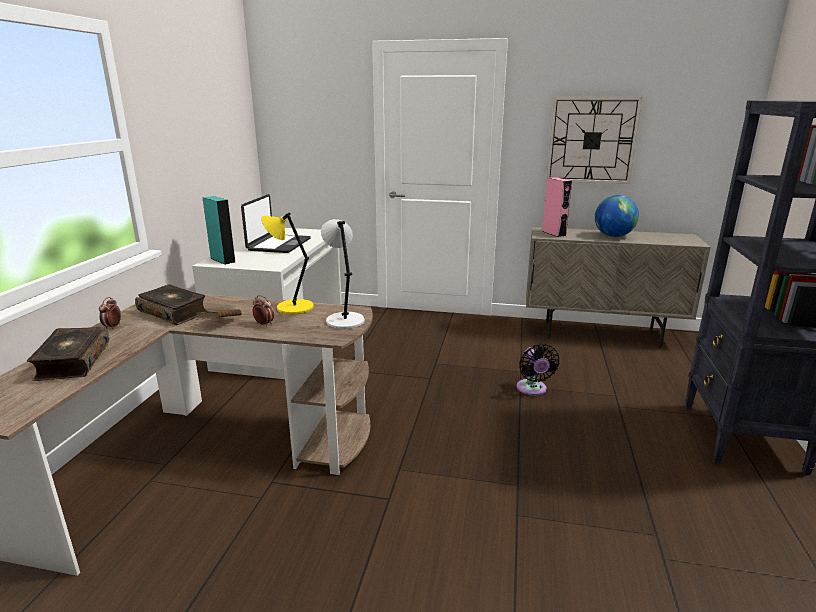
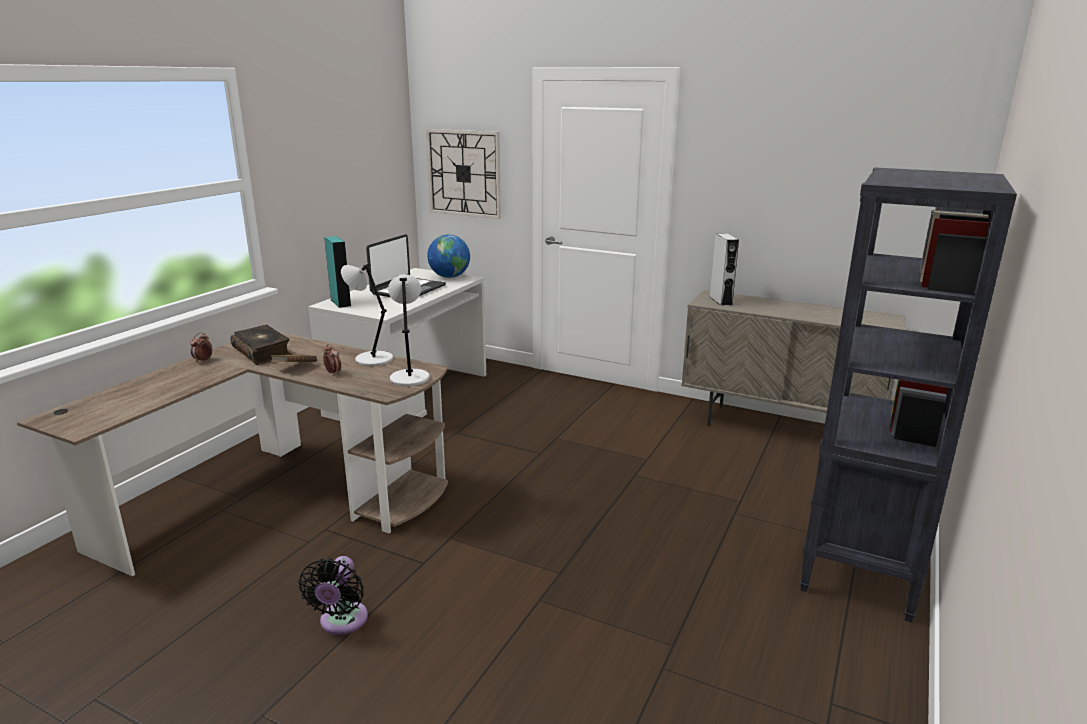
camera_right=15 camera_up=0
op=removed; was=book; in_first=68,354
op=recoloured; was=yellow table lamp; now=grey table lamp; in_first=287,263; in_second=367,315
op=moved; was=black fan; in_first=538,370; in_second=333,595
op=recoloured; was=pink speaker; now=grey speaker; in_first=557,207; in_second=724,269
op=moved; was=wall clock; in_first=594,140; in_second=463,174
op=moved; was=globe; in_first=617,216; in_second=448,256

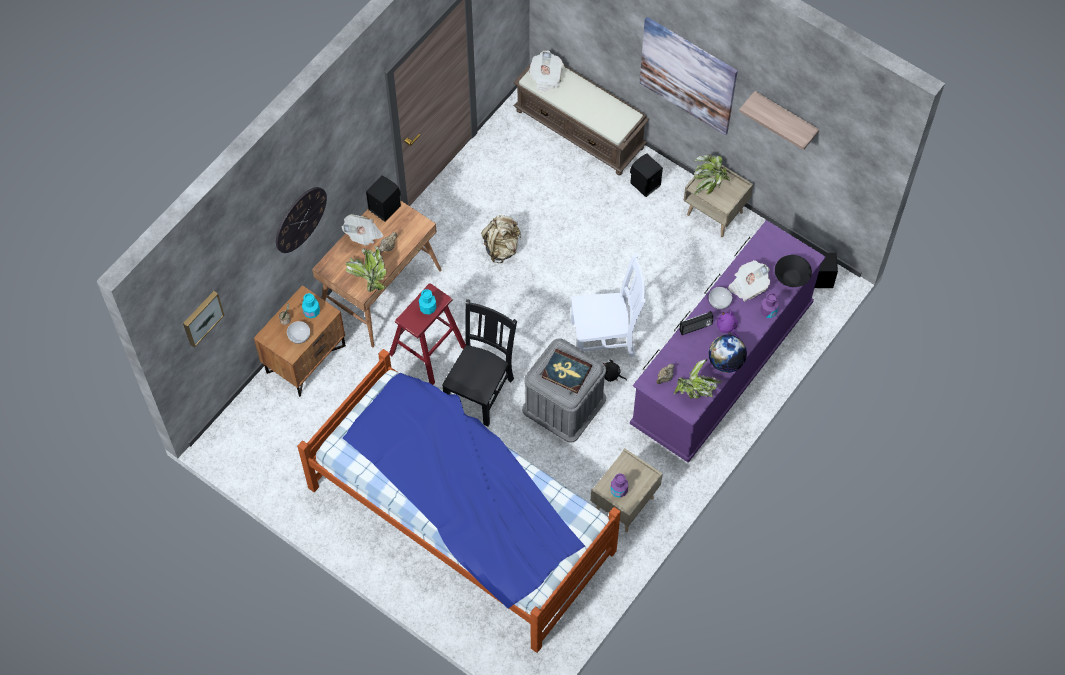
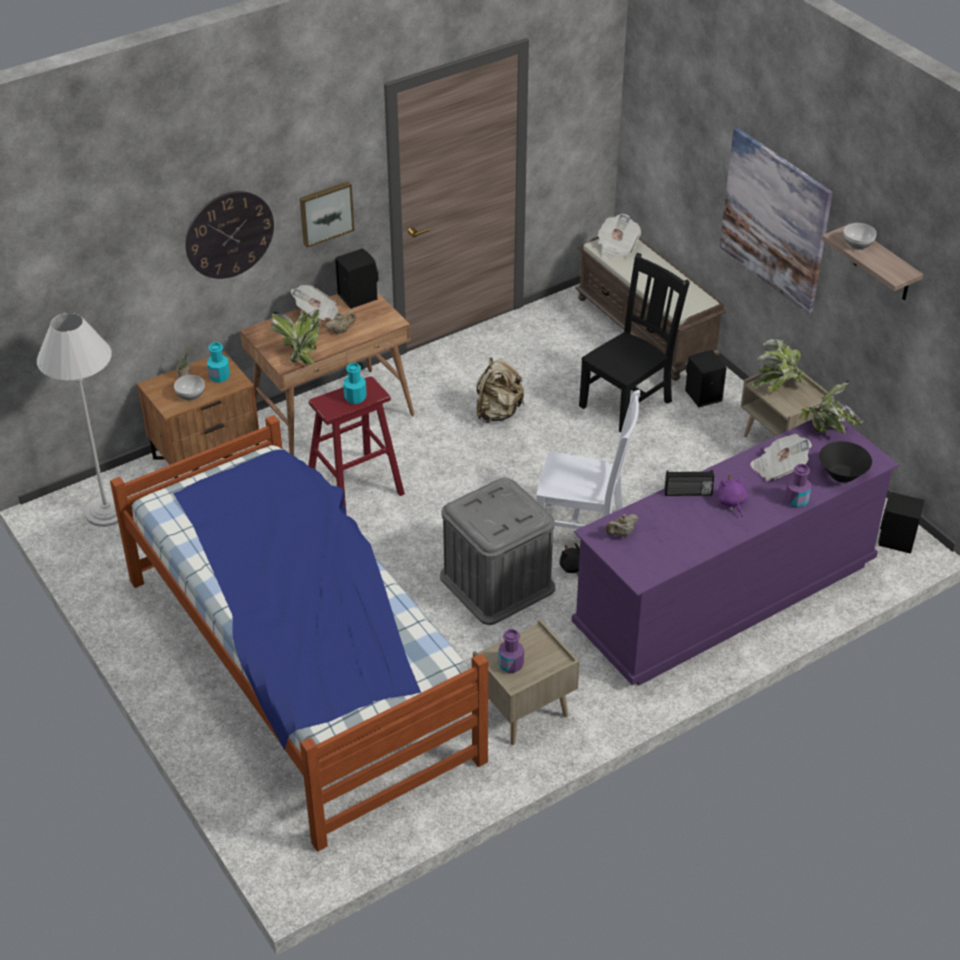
camera_right=20 camera_up=-20
op=moved; was=picture; in_first=204,319; in_second=327,215
op=moved; was=black chair; in_first=479,362; in_second=634,343
op=removed; was=book; in_first=567,371
op=moved; was=potted plant; in_first=697,379; in_second=828,407
op=moved; was=bowl; in_first=720,298; in_second=860,236
op=removed; was=globe; in_first=728,354
op=added; now=white floor lamp; in_second=77,419

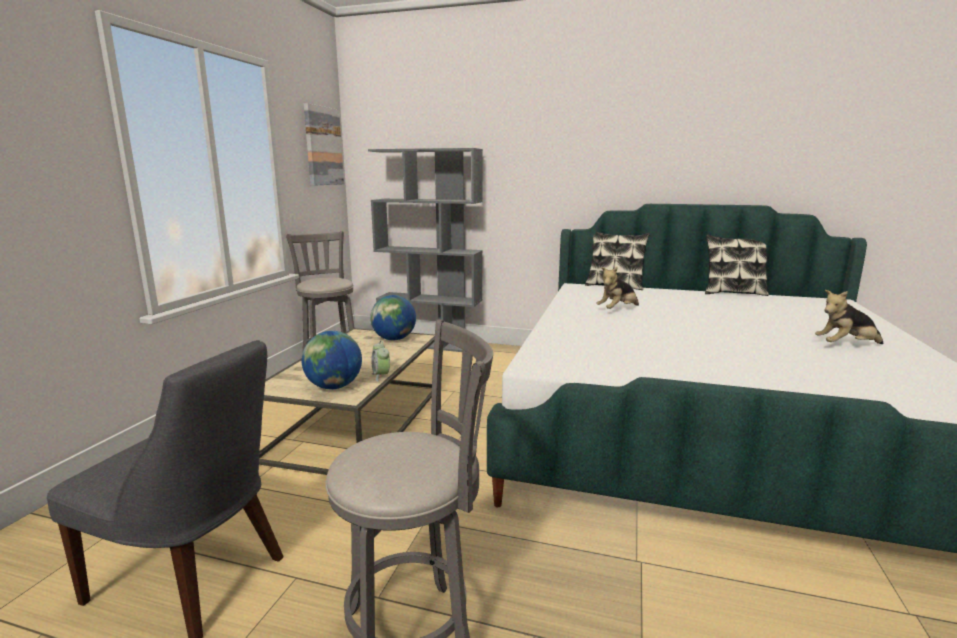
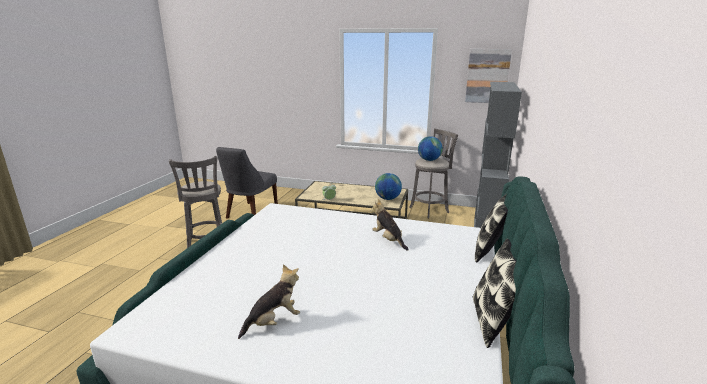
camera_right=90 camera_up=5
op=moved; was=globe; in_first=332,360; in_second=430,148
op=turned; was=plush toy; in_first=849,317; in_second=269,301; clockwise=60

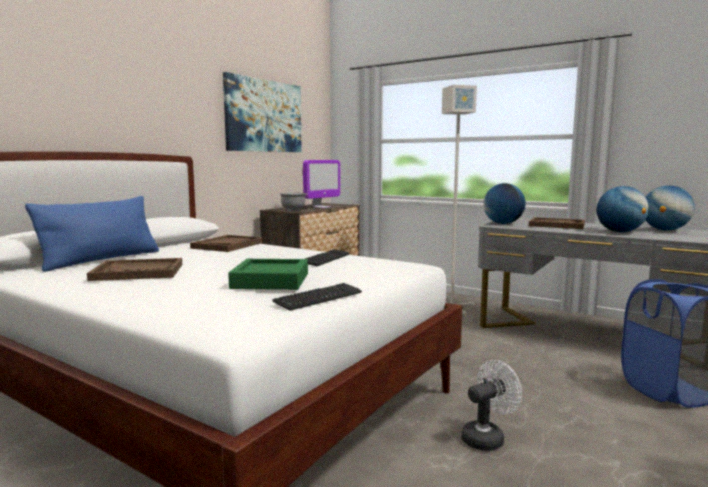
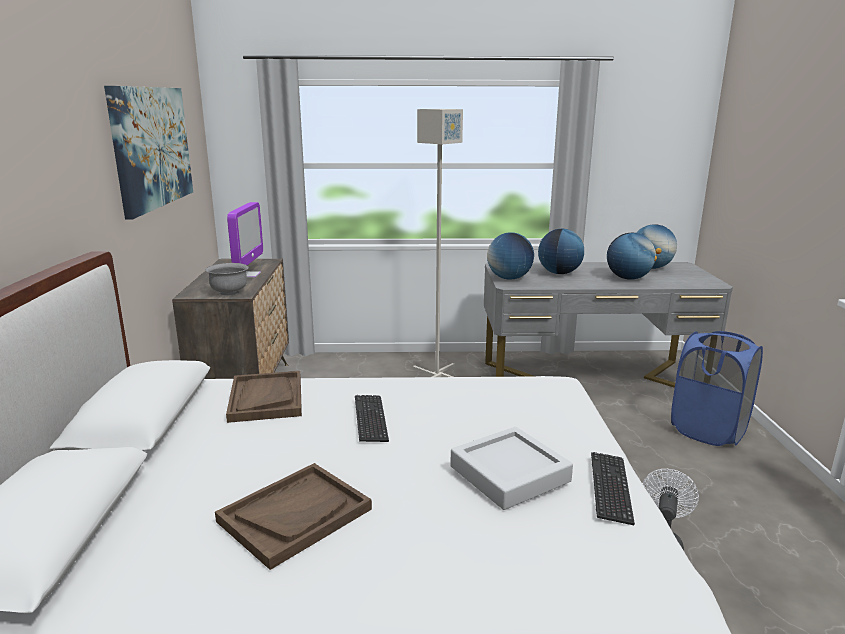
camera_right=-35 camera_up=10
op=removed; was=blue pillow; in_first=92,234
op=recoloured; was=green tray; now=grey tray; in_first=268,274; in_second=511,468
op=moved; was=keyboard; in_first=327,257; in_second=372,418
op=replaced; was=brown tray; now=globe; in_first=557,223; in_second=561,251

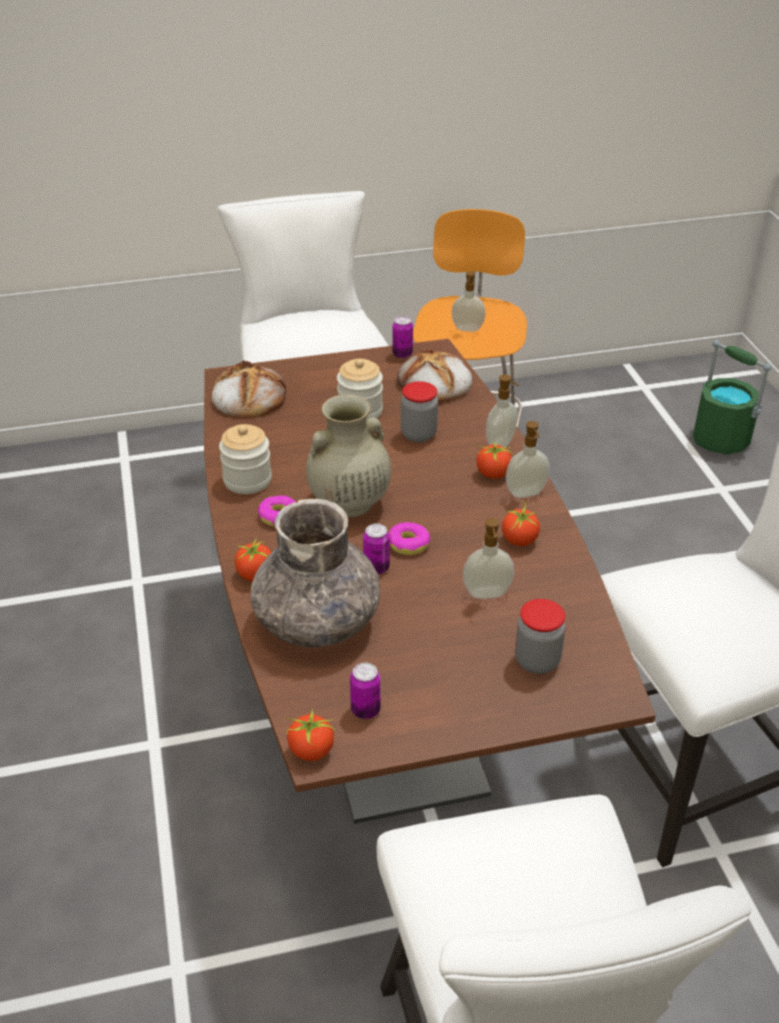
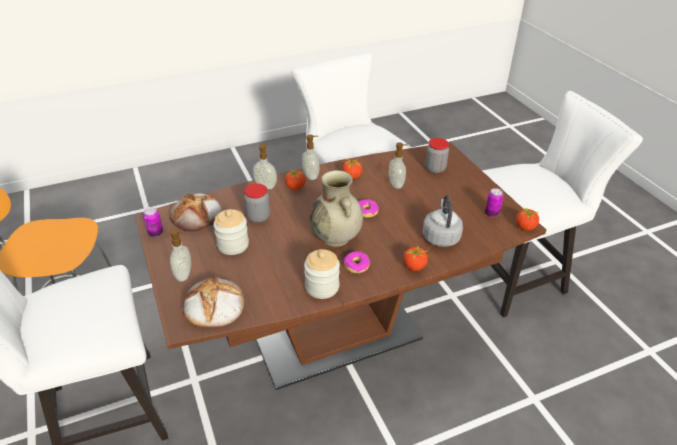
camera_right=-100 camera_up=0
op=replaced; was=grey vase; now=grey kettle; in_first=315,573; in_second=443,221
op=removed; was=can; in_first=376,548
op=moved; was=soap dispenser; in_first=469,301; in_second=180,255
op=removed; was=green bucket; in_first=732,397

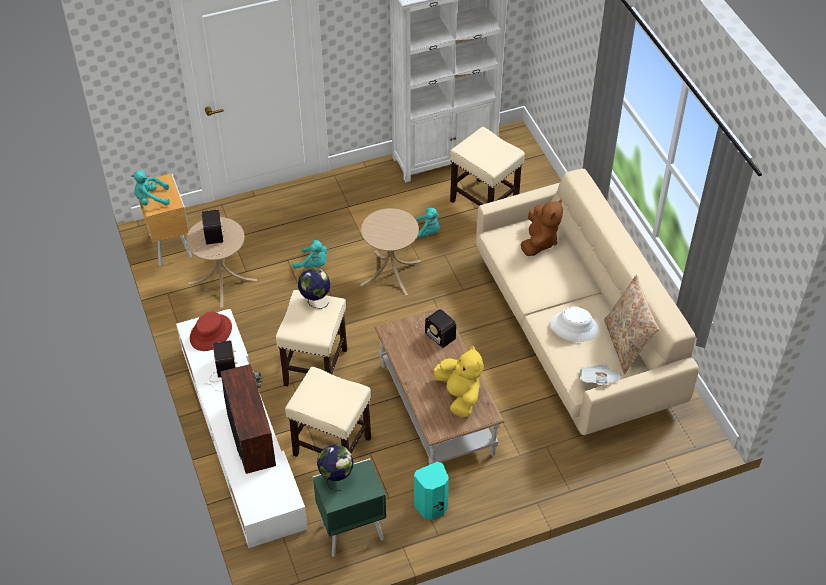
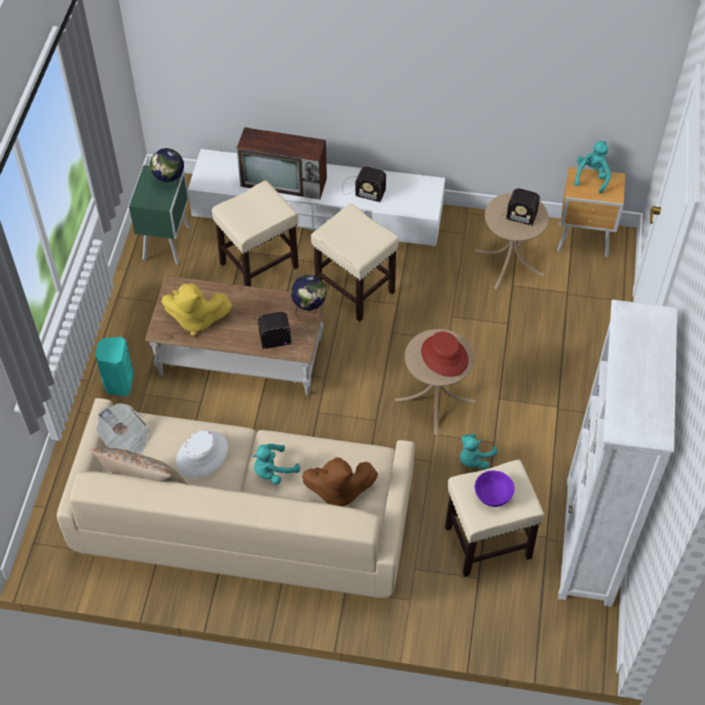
camera_right=120 camera_up=5
op=moved; was=red hat; in_first=211,331; in_second=445,354
op=moved; was=turquoise plush toy; in_first=309,254; in_second=276,464
op=moved; was=globe; in_first=314,288; in_second=308,296
op=moved; was=turquoise speaker; in_first=431,491; in_second=114,367
op=turned; was=brown plush toy; in_first=542,227; in_second=340,481; clockwise=-45
op=added; now=purple bowl; in_second=495,488

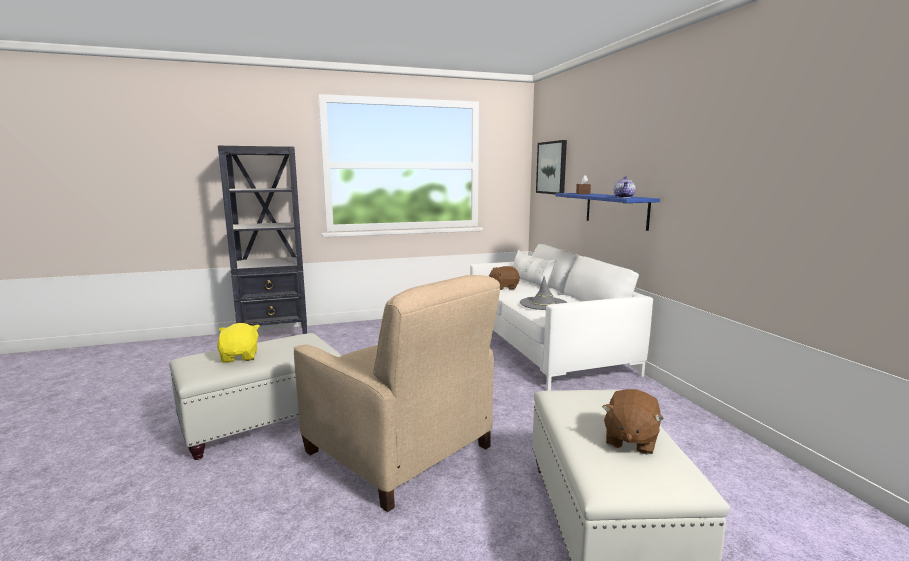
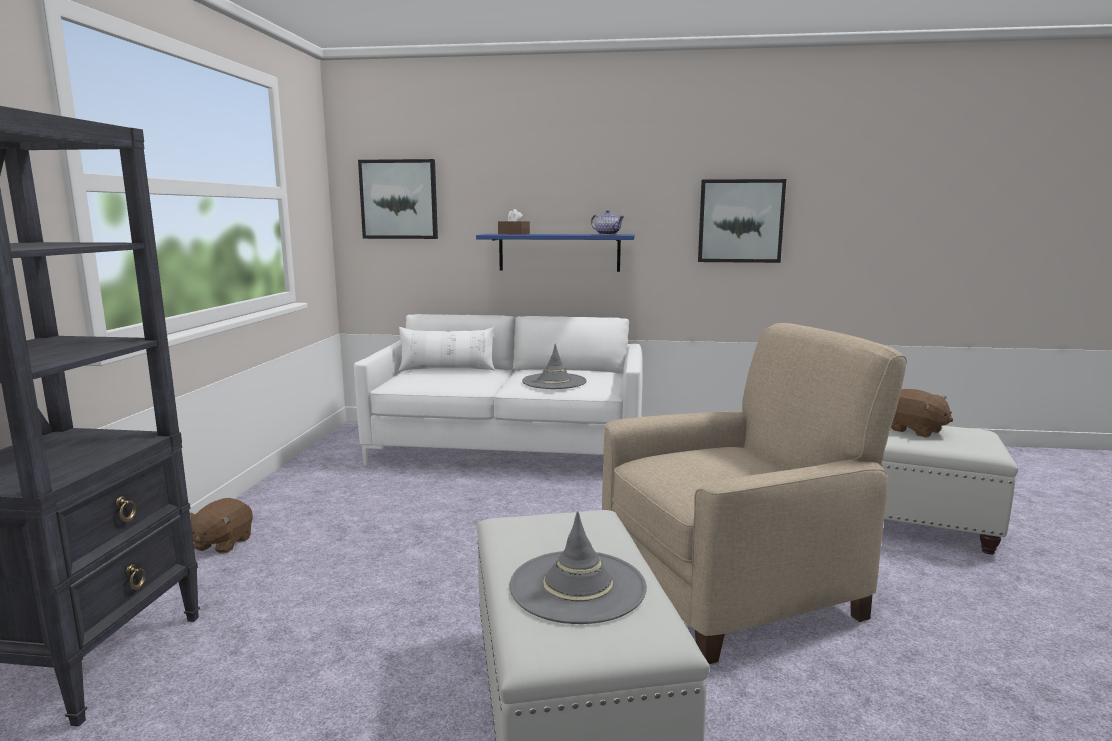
camera_right=-65 camera_up=0
op=replaced; was=yellow plush toy; now=grey hat; in_first=238,343; in_second=578,567
op=moved; was=brown plush toy; in_first=504,278; in_second=221,526
op=added; now=picture; in_second=742,221

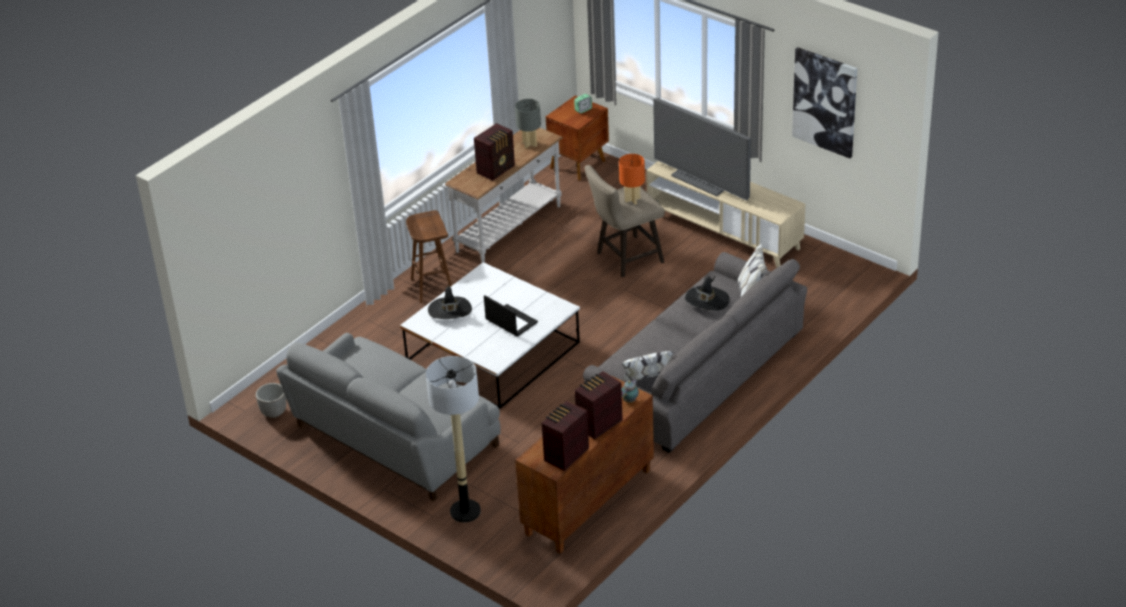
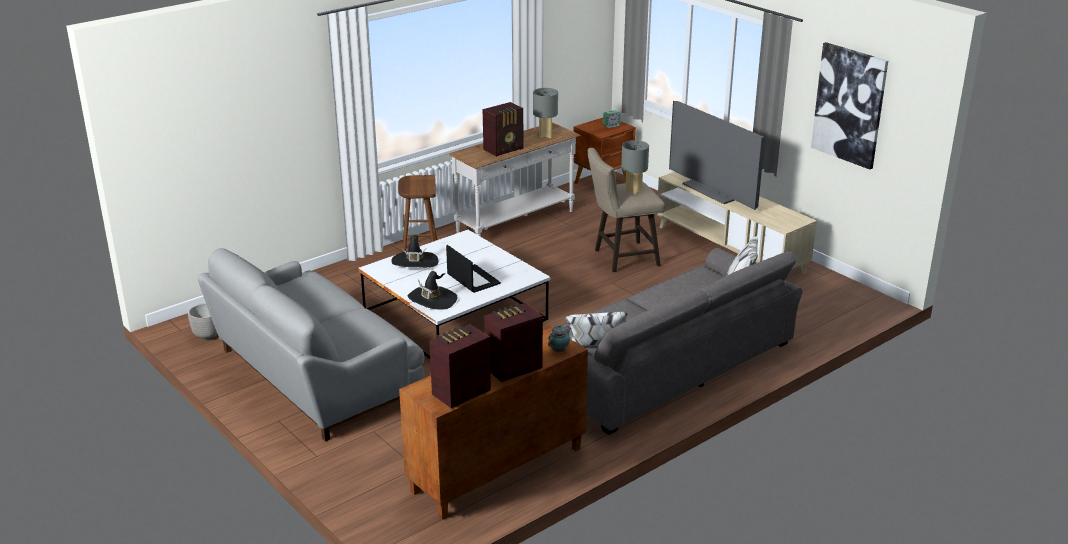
camera_right=10 camera_up=-10
op=removed; was=floor lamp; in_first=453,439
op=recoloured; was=orange table lamp; now=grey table lamp; in_first=632,179; in_second=635,167
op=moved; was=black hat; in_first=707,293; in_second=432,290

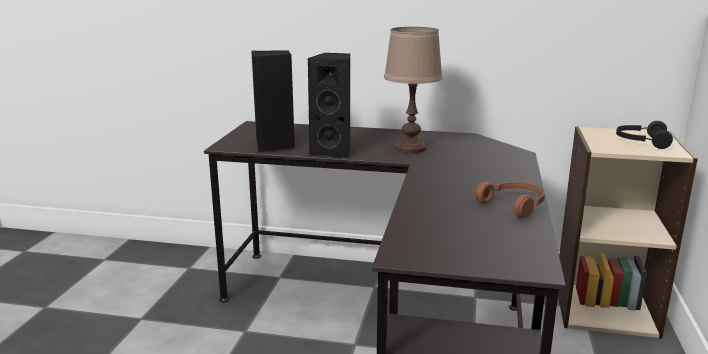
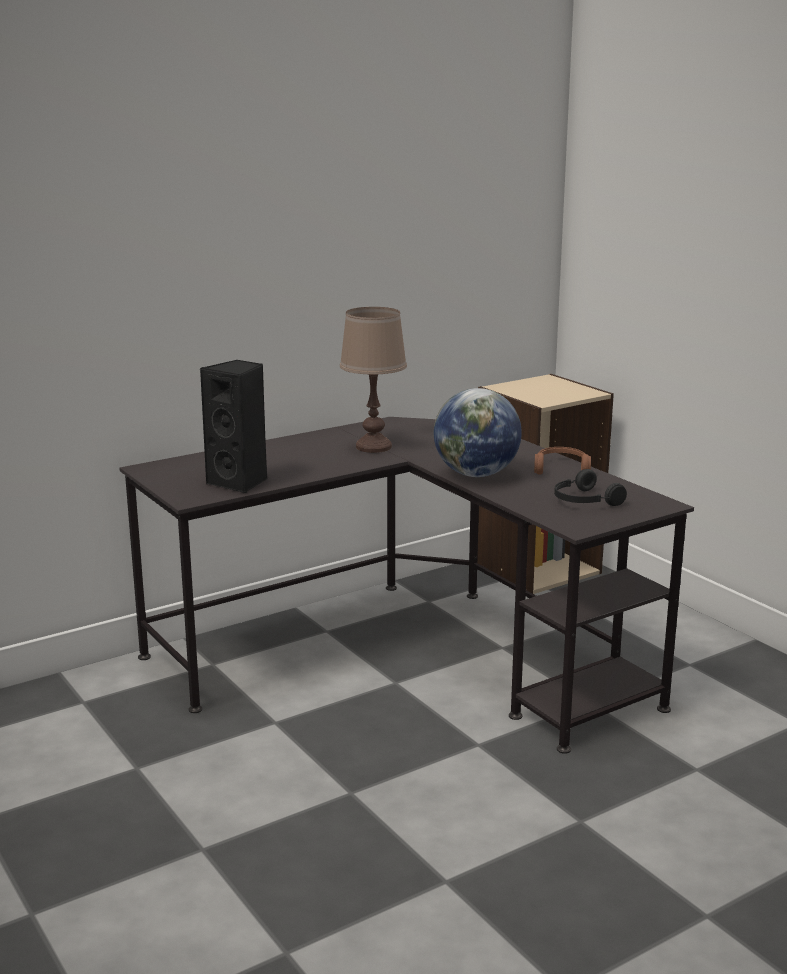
camera_right=-45 camera_up=0
op=removed; was=black speaker; in_first=329,105
op=moved; was=black headphones; in_first=644,135; in_second=590,487
op=added; now=globe; in_second=478,432

